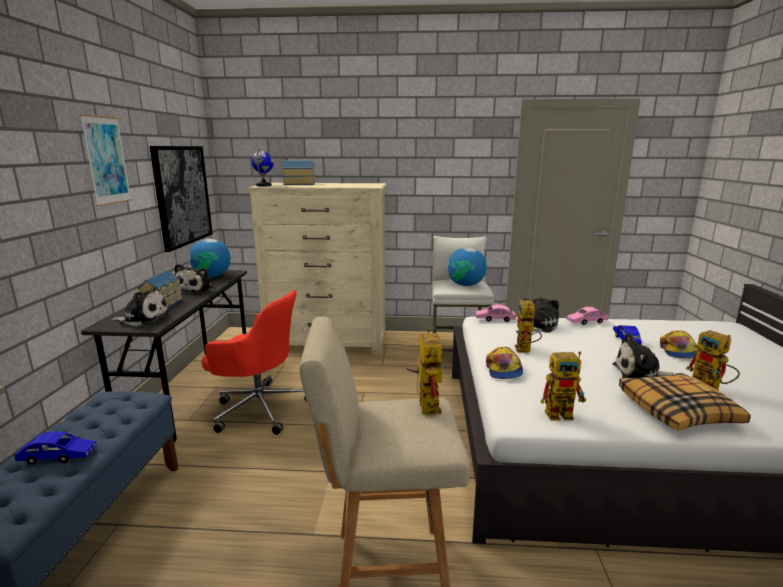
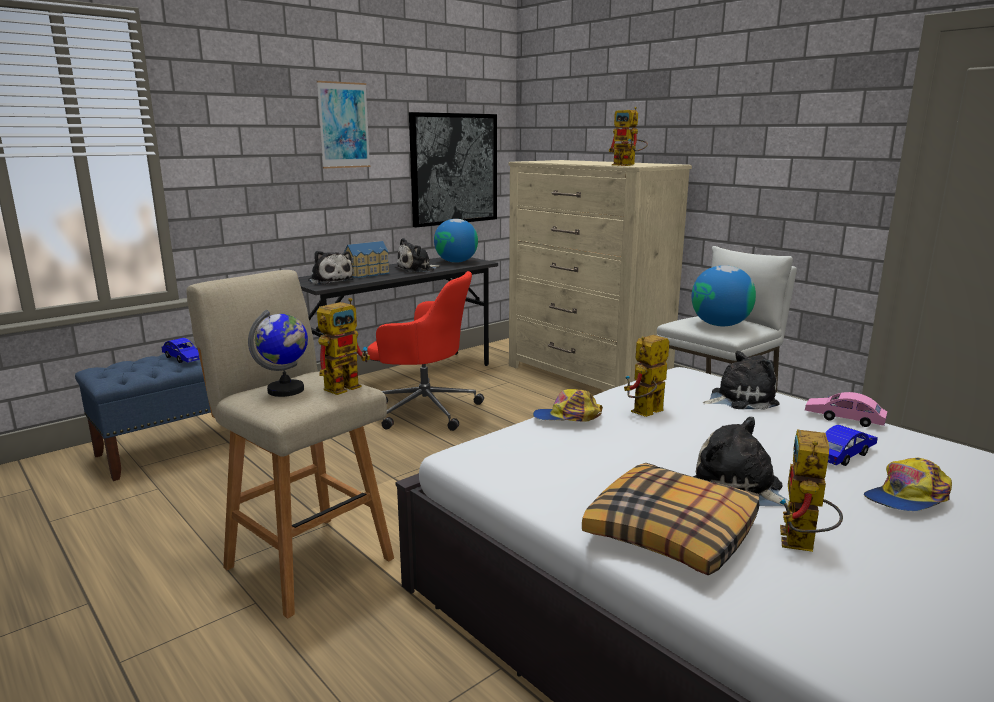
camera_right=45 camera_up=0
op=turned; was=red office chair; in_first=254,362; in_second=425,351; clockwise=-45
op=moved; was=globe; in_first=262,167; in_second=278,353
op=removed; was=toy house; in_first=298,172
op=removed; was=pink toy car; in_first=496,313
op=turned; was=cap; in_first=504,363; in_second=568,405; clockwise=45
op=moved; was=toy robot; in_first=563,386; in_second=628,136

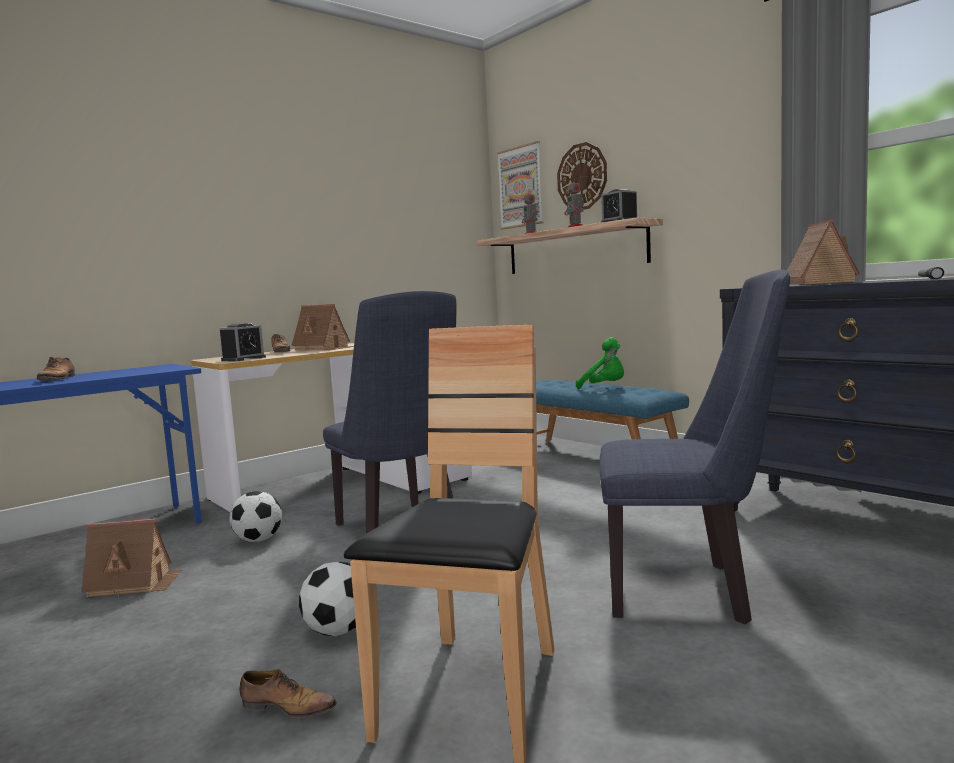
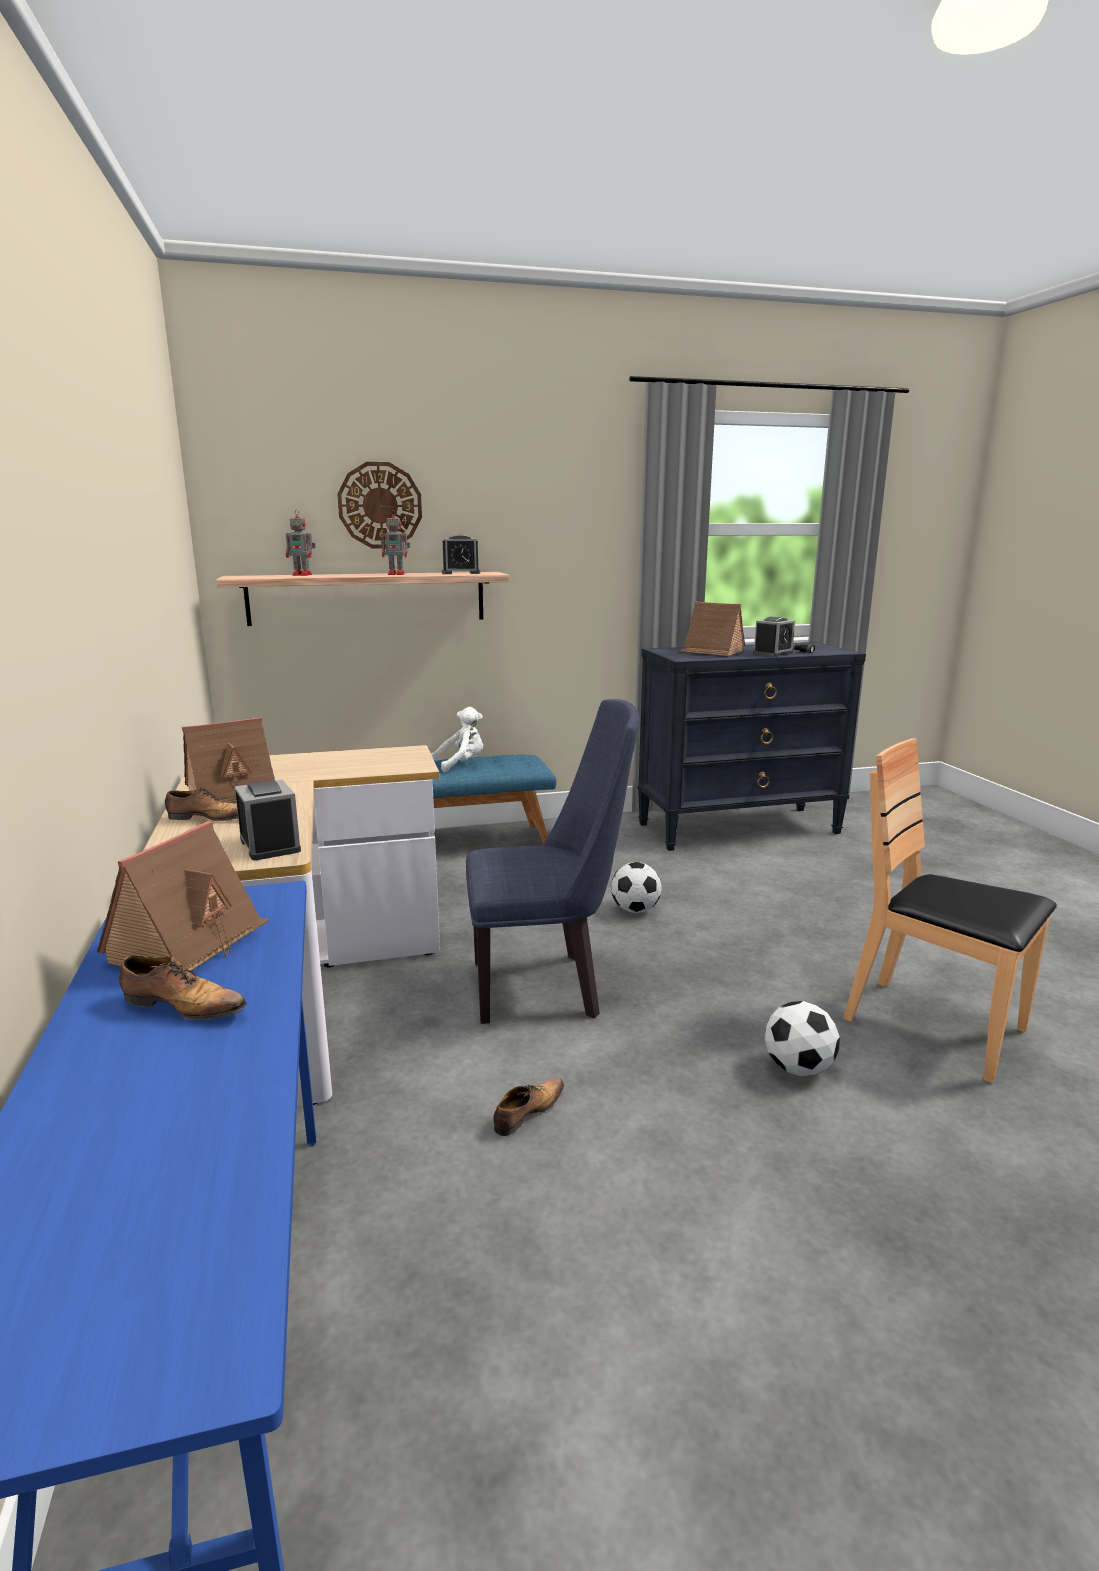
camera_right=-65 camera_up=10
op=moved; was=toy house; in_first=132,558; in_second=183,896
op=moved; was=football; in_first=256,516; in_second=636,887
op=moved; was=shoe; in_first=288,693; in_second=528,1107
op=removed; was=picture; in_first=520,185
op=recoloured; was=green plush toy; now=white plush toy; in_first=600,363; in_second=457,739
op=removed; was=blue chair; in_first=695,447
op=added; now=alarm clock; in_second=774,637

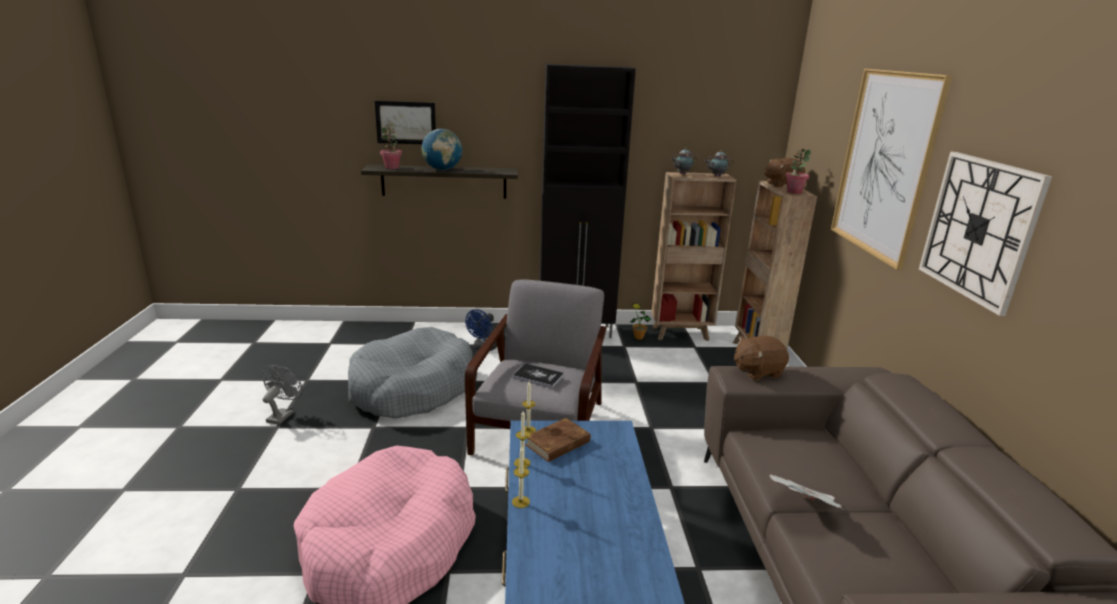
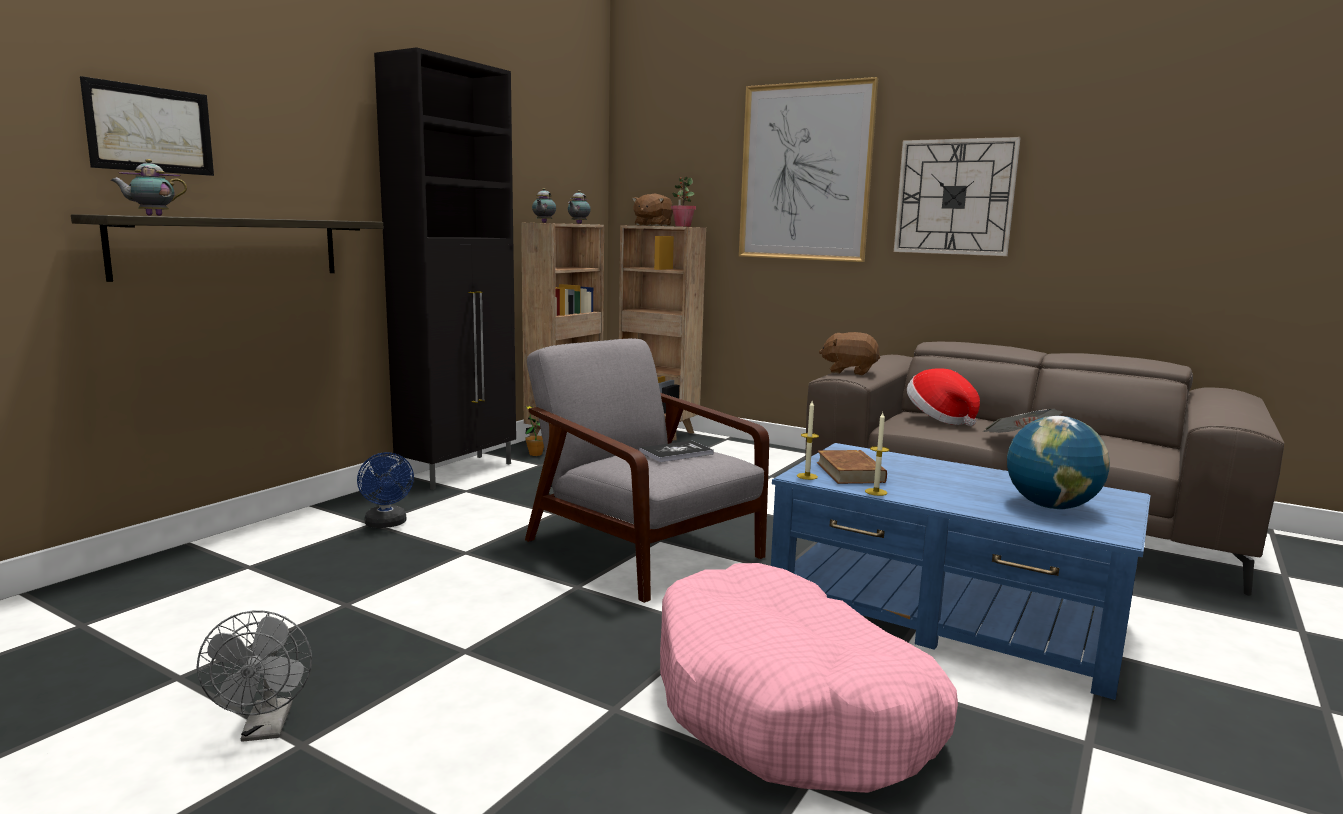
camera_right=-55 camera_up=-10
op=turned; was=grey fan; in_first=282,395; in_second=254,675; clockwise=-150
op=removed; was=grey dog bed; in_first=410,373
op=replaced; was=potted plant; now=teapot; in_first=391,148; in_second=149,187
op=moved; was=globe; in_first=442,149; in_second=1058,462
op=removed; was=candle; in_first=521,477
op=turned; was=brown plush toy; in_first=761,358; in_second=849,353; clockwise=90
op=added; now=hat; in_second=943,397

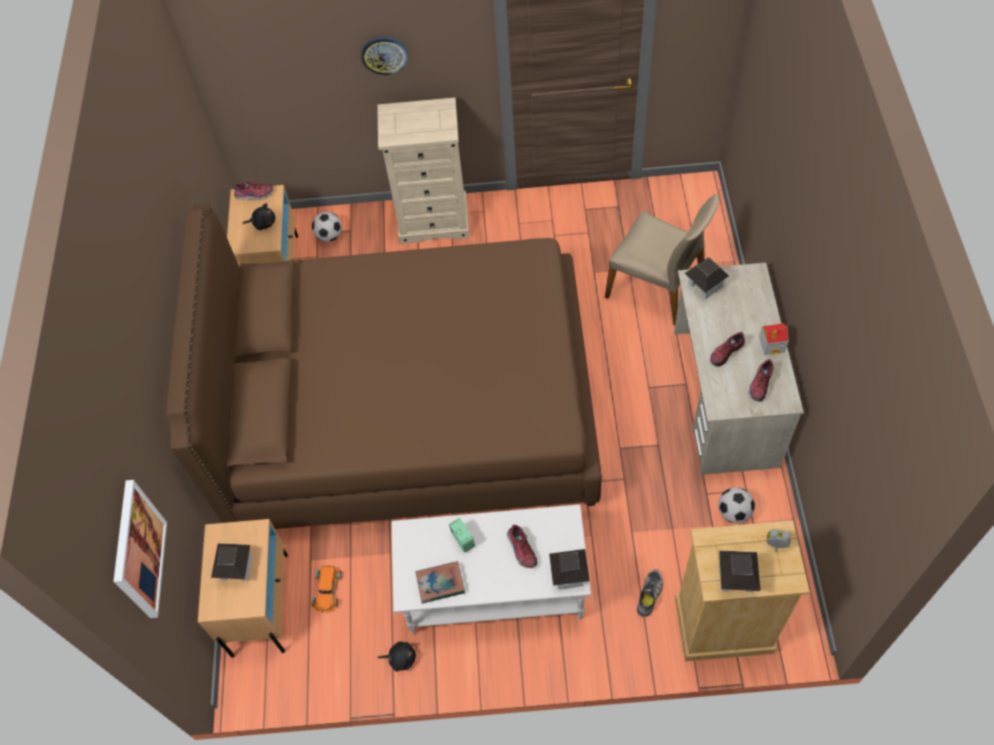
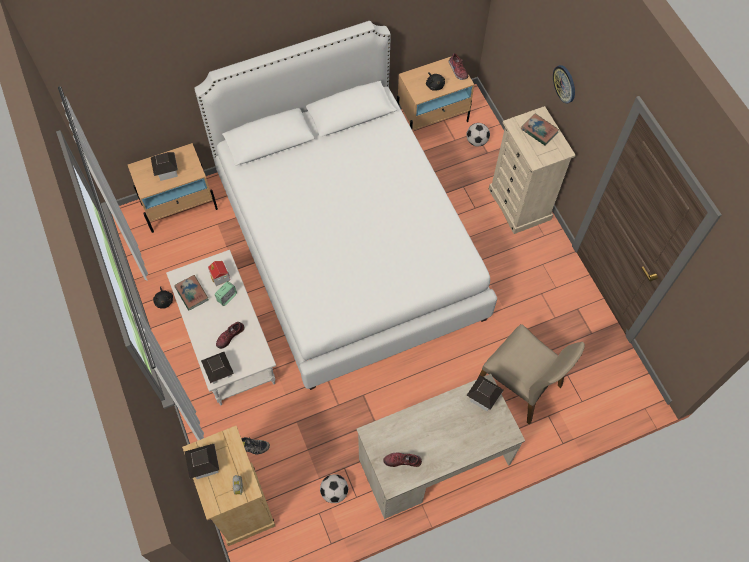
camera_right=65 camera_up=5
op=removed; was=picture; in_first=140,549
op=recoloured; was=brown bed; now=white bed; in_first=384,366; in_second=345,205
op=removed; was=orange toy car; in_first=326,589
op=turned; was=beige chair; in_first=662,260; in_second=531,374; clockwise=-60
op=removed; was=shoe; in_first=727,349
op=moved; was=toy house; in_first=774,339; in_second=219,273
op=added; now=book; in_second=540,130

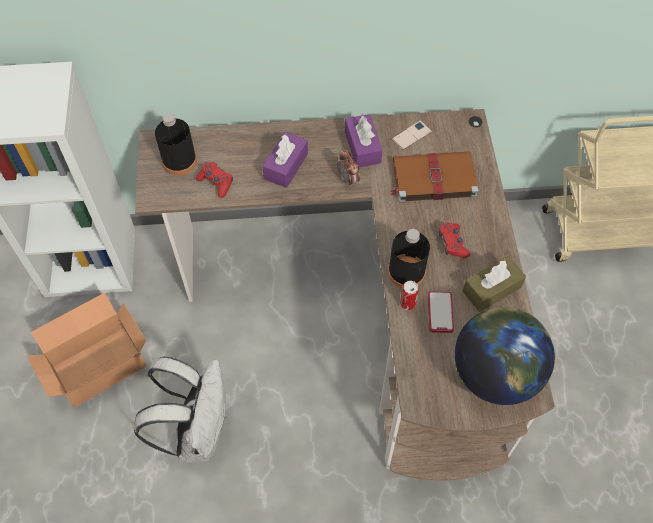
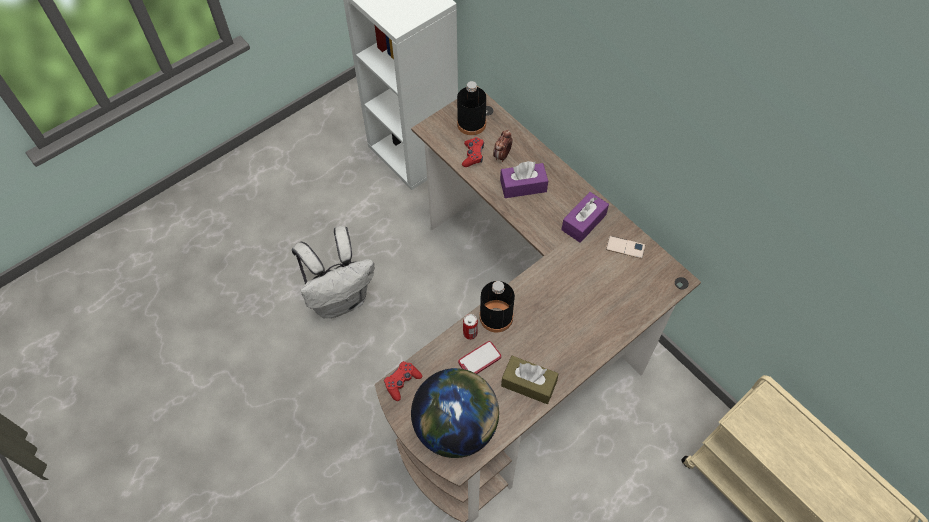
camera_right=55 camera_up=0
op=removed; was=cardboard box; in_first=86,350
op=moved; was=alarm clock; in_first=348,168; in_second=503,145
op=removed; was=brown book; in_first=434,177
op=moved; was=red game controller; in_first=454,240; in_second=403,381

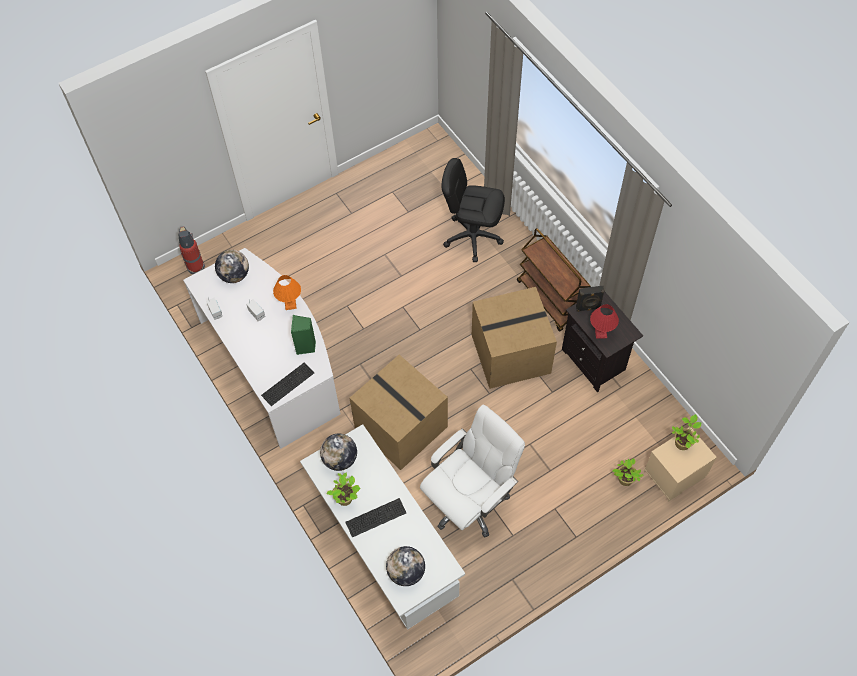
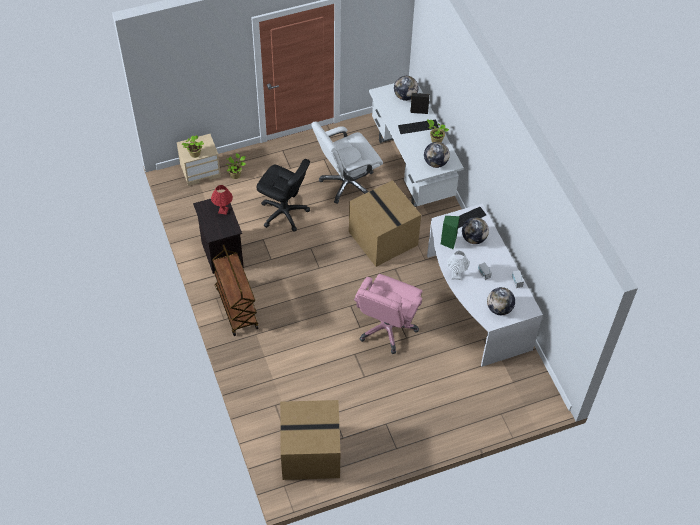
camera_right=-170 camera_up=-5
op=removed; was=fire extinguisher; in_first=192,250
op=recoloured; was=orange table lamp; now=white table lamp; in_first=287,292; in_second=458,265
op=moved; was=black office chair; in_first=473,210; in_second=283,195
op=moved; was=cardboard box; in_first=514,338; in_second=310,440
op=moved; was=black speaker; in_first=590,299; in_second=420,103
op=added; now=pink office chair; in_second=388,314
op=added; now=globe; in_second=475,230

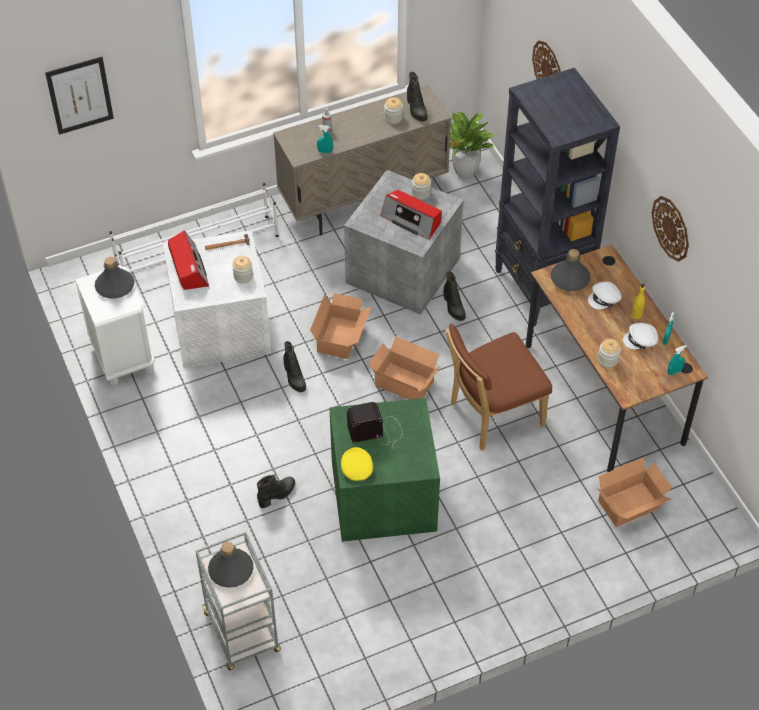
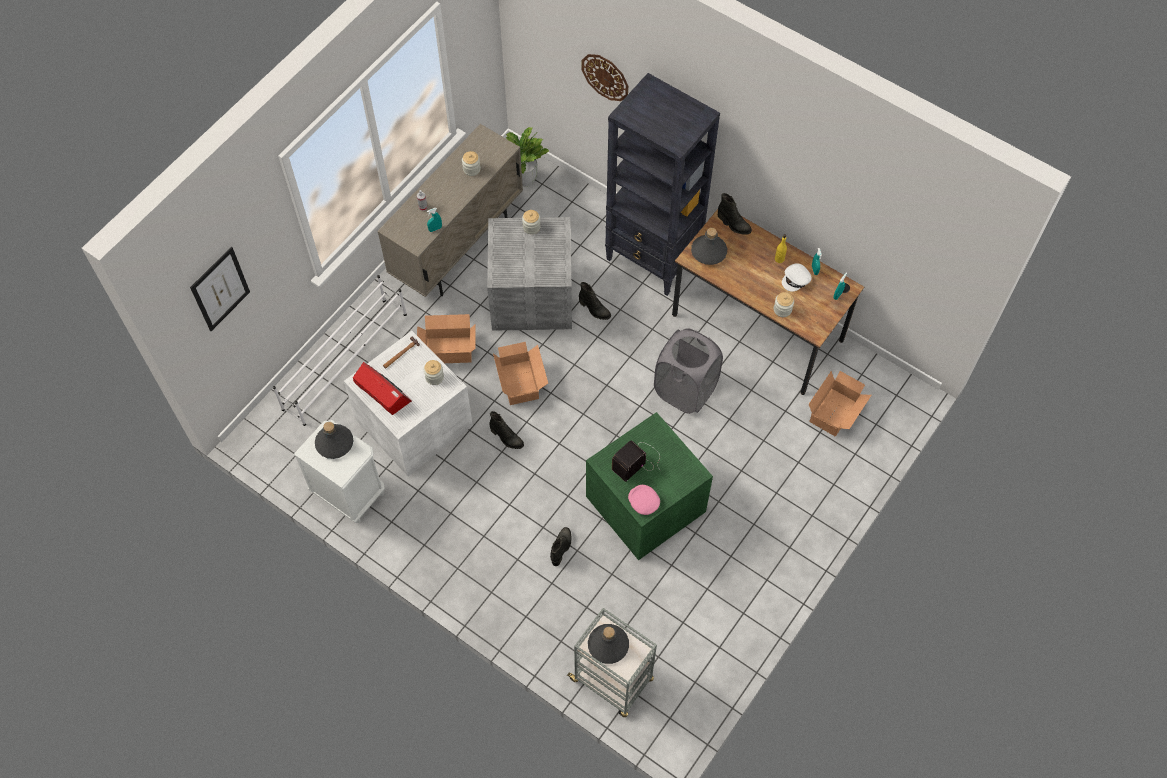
camera_right=-30 camera_up=10
op=recoloured; was=yellow cap; now=pink cap; in_first=357,464; in_second=644,500
op=moved; was=cardboard box; in_first=404,368; in_second=446,338
op=removed; was=radio; in_first=411,215
op=moved; was=black boot; in_first=417,96; in_second=735,214
op=replaced; was=brown chair; now=grey laundry basket; in_first=498,387; in_second=688,371
op=removed; was=white cap; in_first=605,295
op=removed; was=wall clock; in_first=670,229

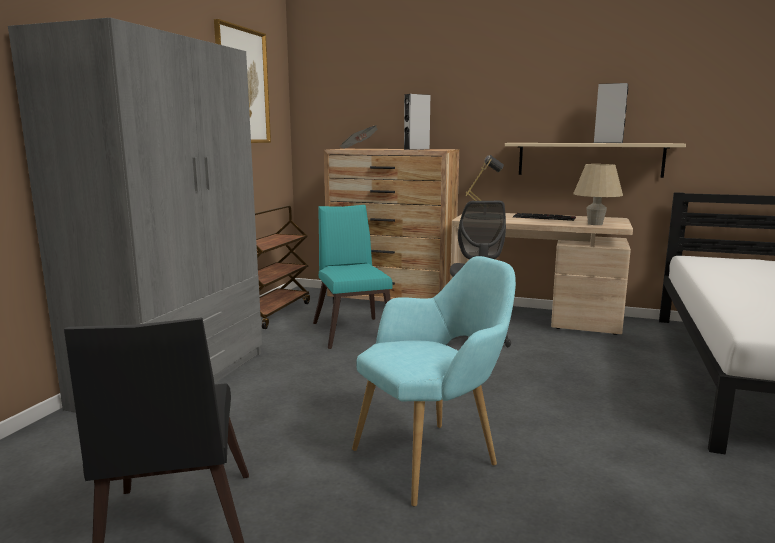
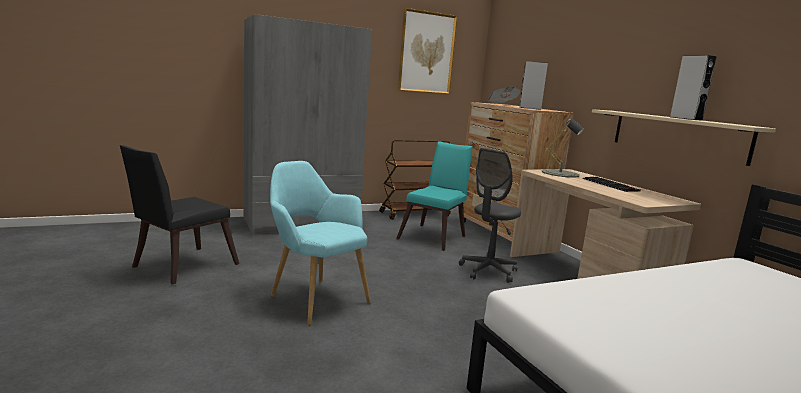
camera_right=45 camera_up=0
op=turned; was=turquoise armchair; in_first=434,381; in_second=320,243; clockwise=-150
op=removed; was=beige table lamp; in_first=598,194

